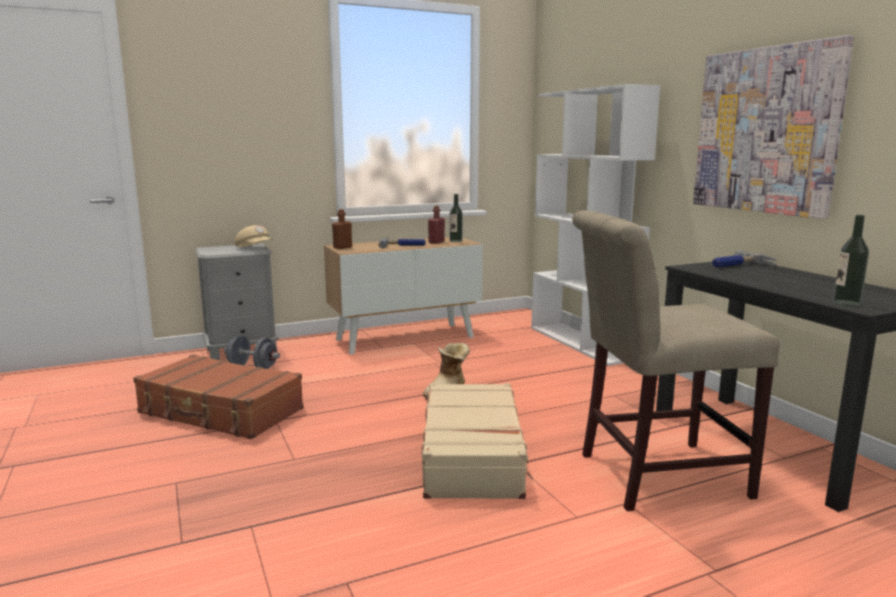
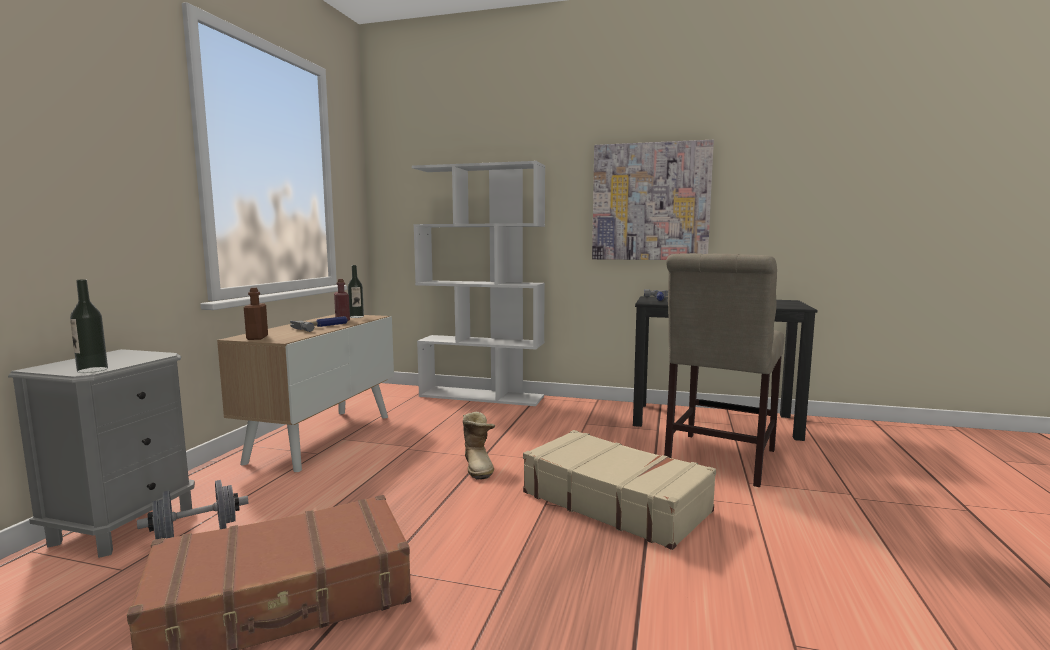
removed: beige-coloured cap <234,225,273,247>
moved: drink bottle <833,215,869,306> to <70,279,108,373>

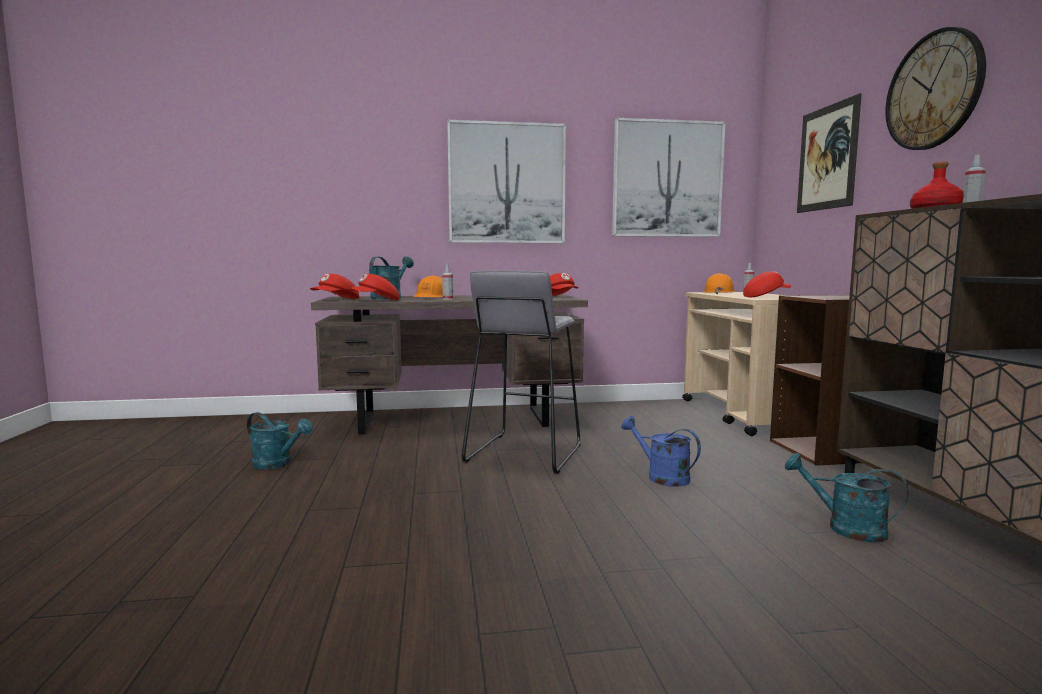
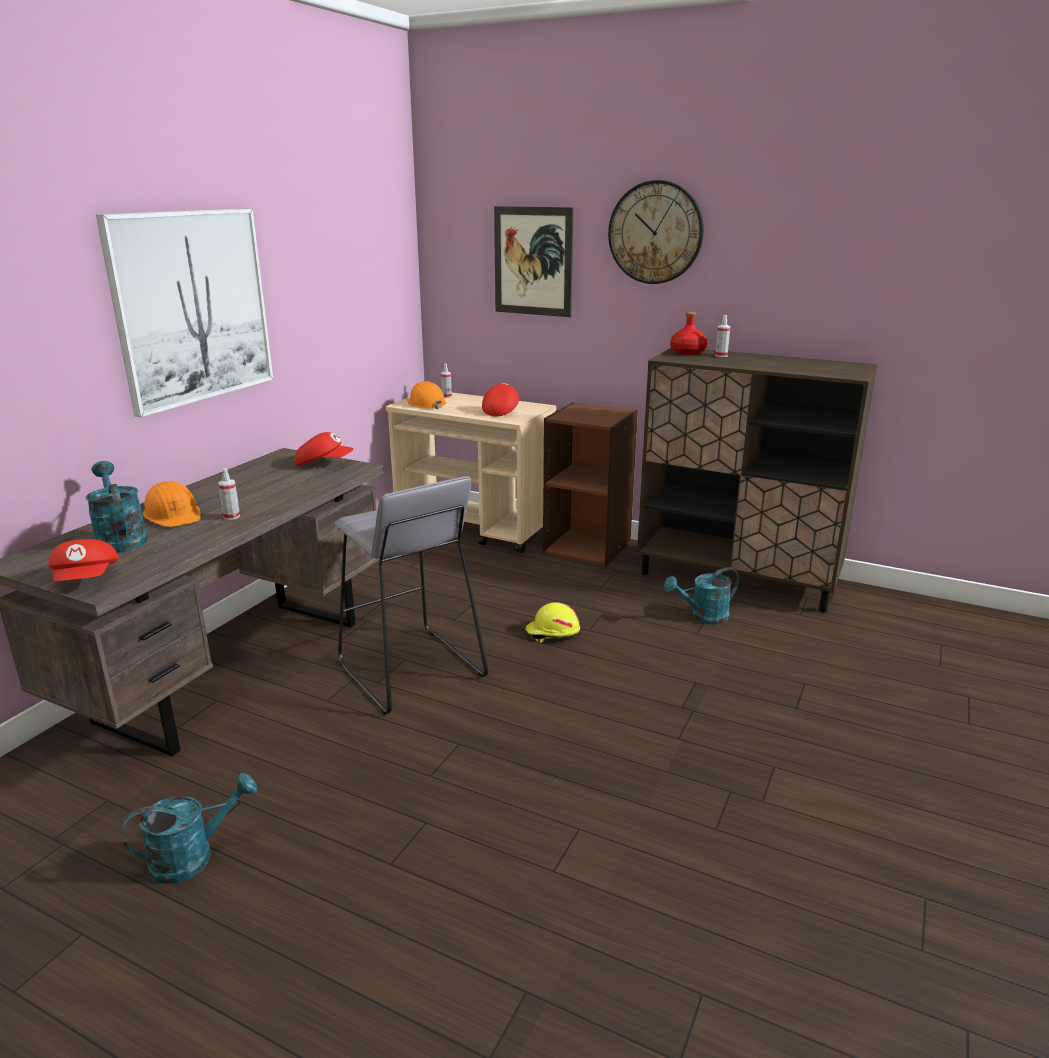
removed: reddish cap <348,274,399,300>; wall art <612,118,726,237>
replaced: bluish sprinkling can <621,416,701,487> to yellow-coloured hard hat <525,602,580,643>

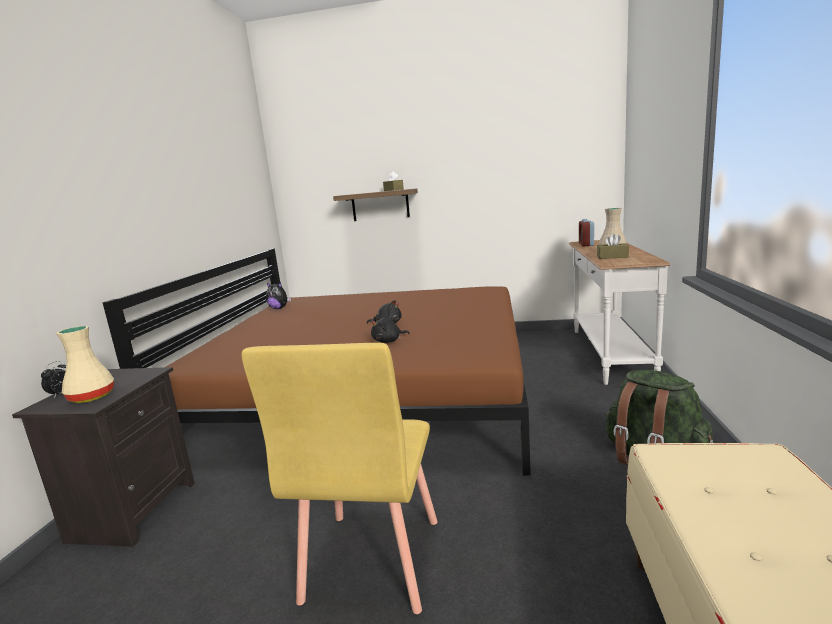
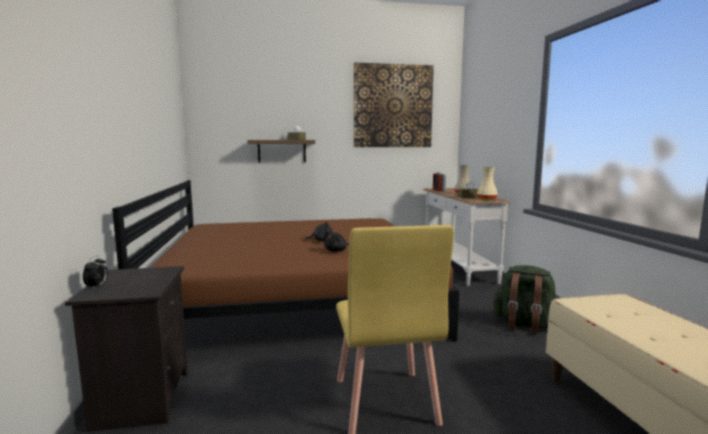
removed: cuddly toy <266,282,291,309>
added: wall art <354,63,434,147>
moved: beige-coloured vase <56,326,114,403> to <477,167,498,200>

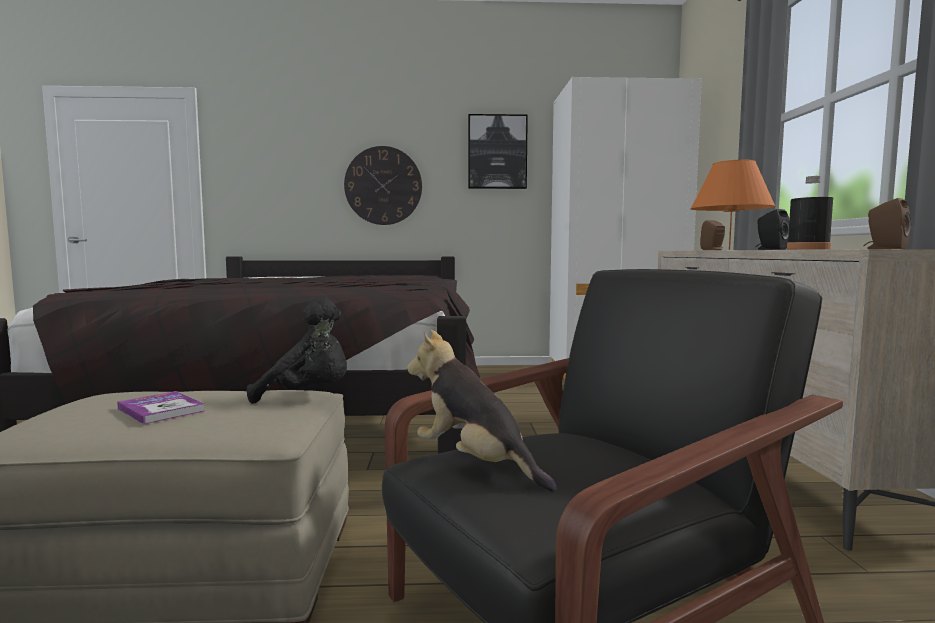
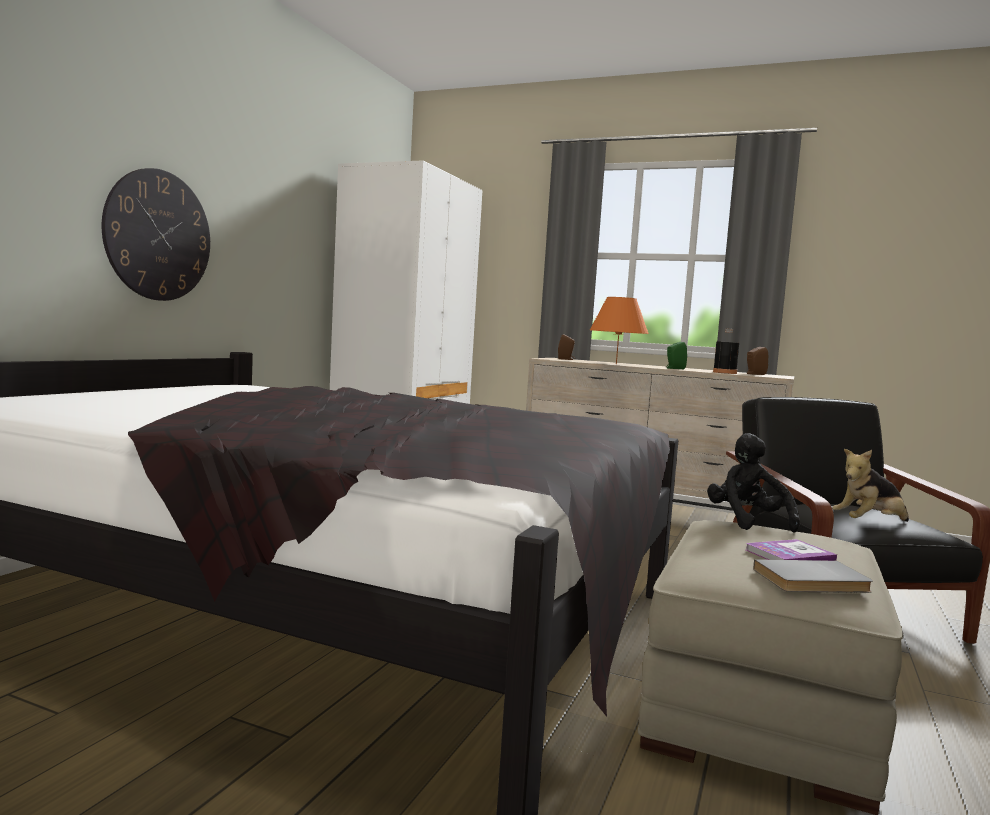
removed: wall art <468,114,528,189>
added: grey volume <753,559,873,593>
recoloured: black-coloured speaker <755,209,789,250> to green speaker <667,342,687,369>
turned: black-coloured cuddly toy <247,297,347,404> = <707,433,800,533> 45 degrees counterclockwise

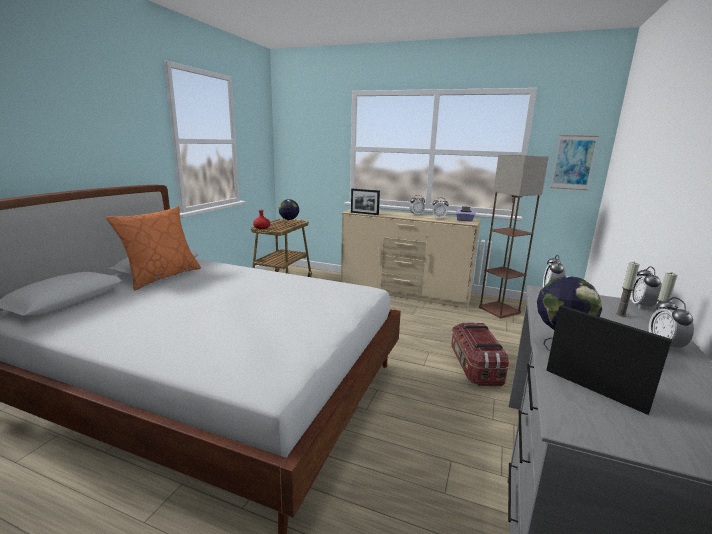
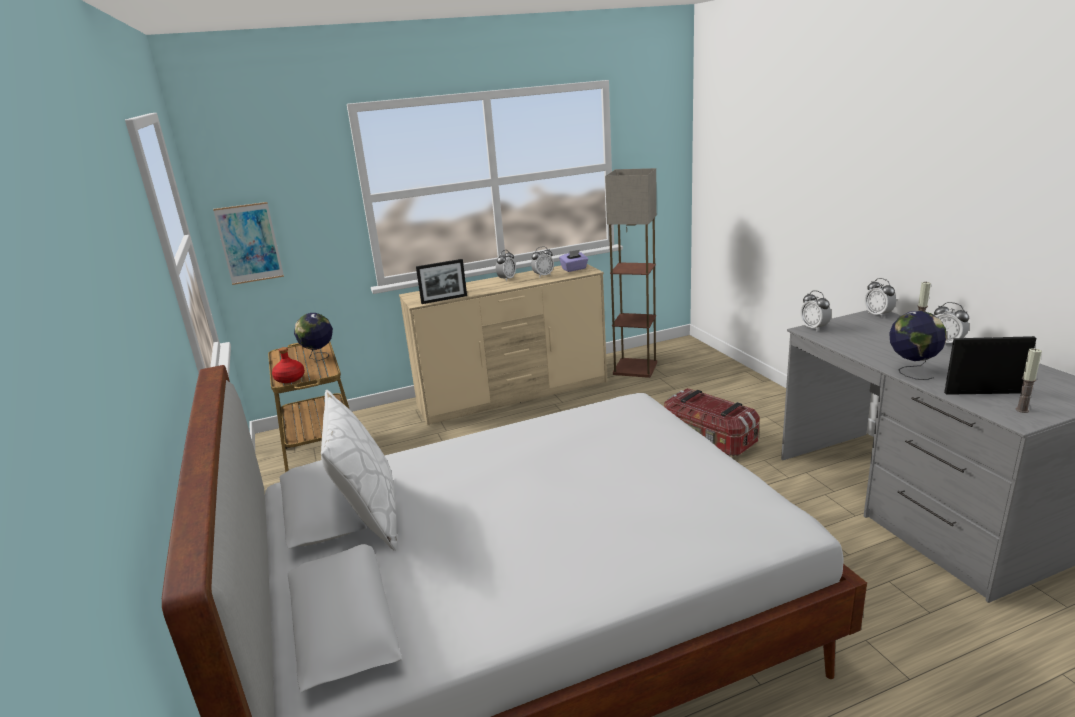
moved: wall art <550,135,599,190> to <213,202,284,285>; wax light <616,262,640,317> to <1015,348,1042,413>
recoloured: orange throw pillow <106,206,201,290> to white-coloured throw pillow <321,390,397,551>

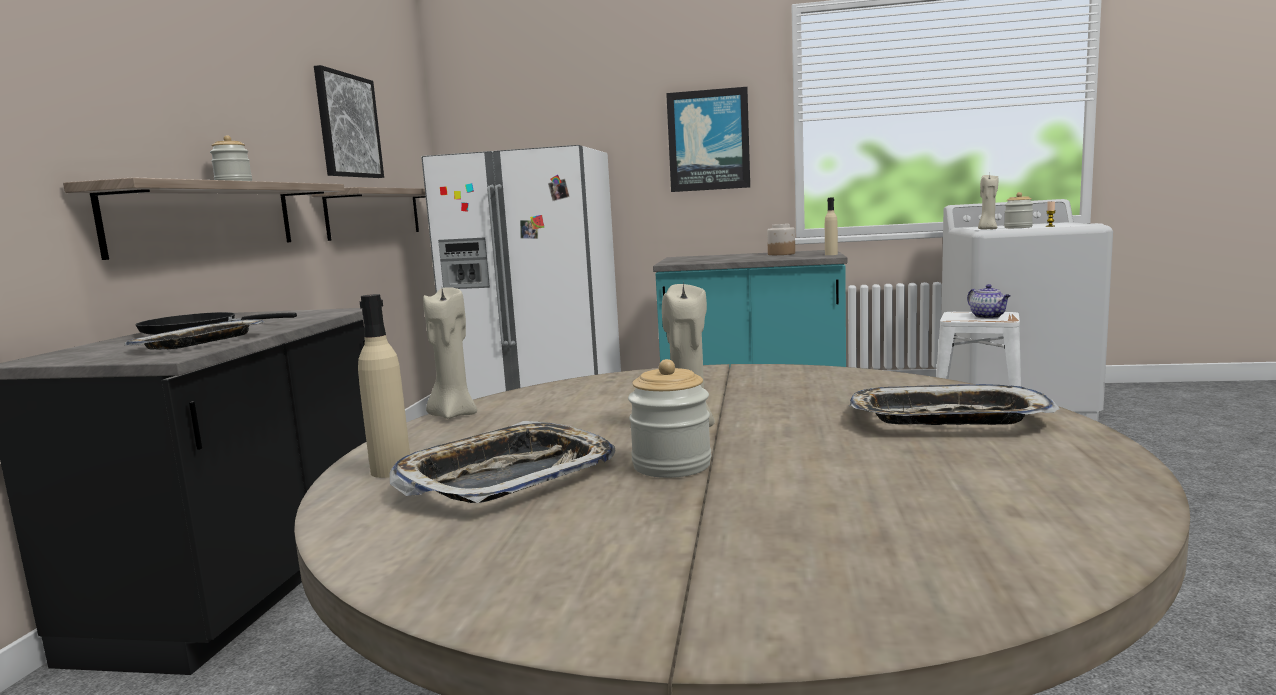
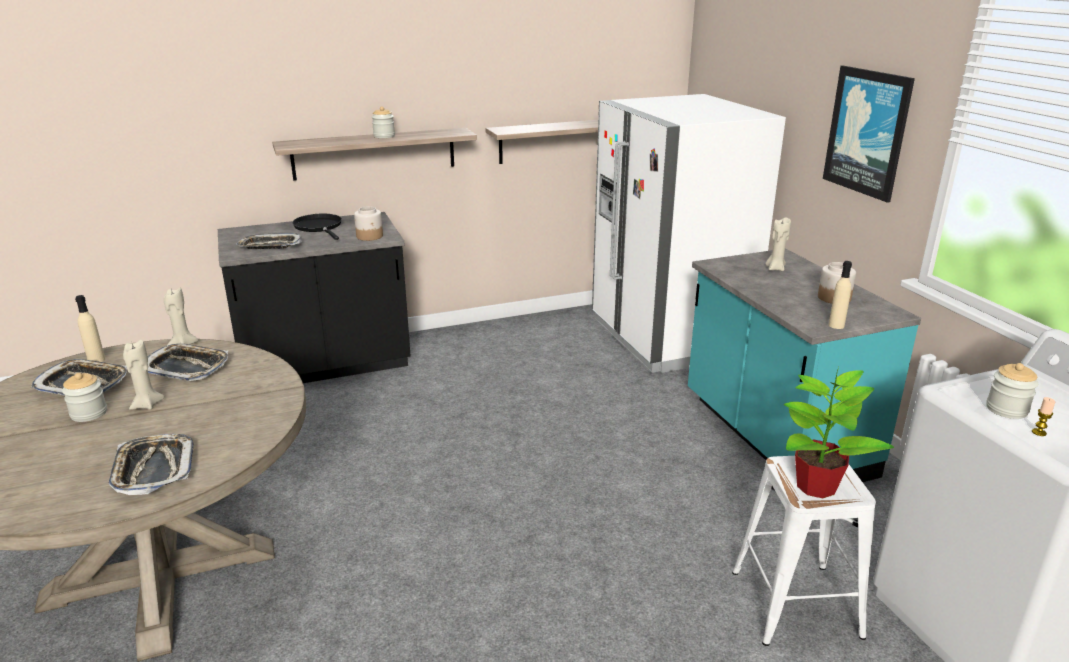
removed: wall art <314,65,384,178>
added: serving tray <148,344,228,381>; storage jar <354,206,383,241>
moved: beige-coloured wax light <978,174,998,230> to <766,217,791,271>
replaced: pot for tea <967,284,1011,319> to plant in a pot <784,367,894,499>

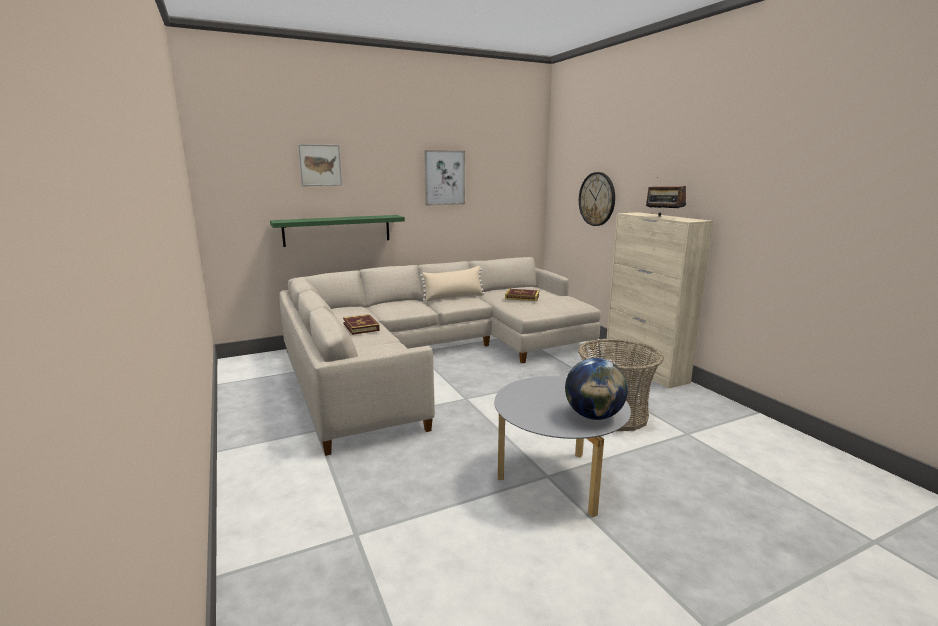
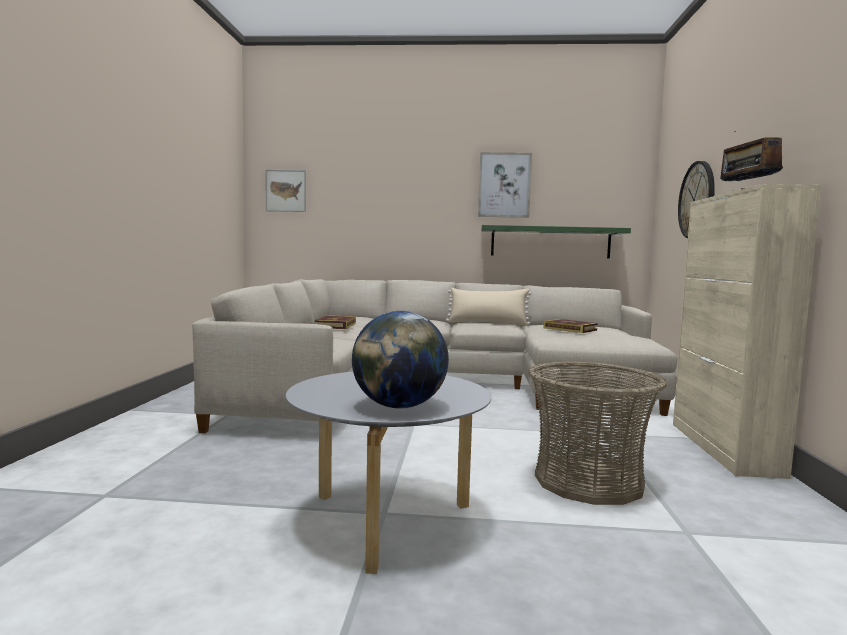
moved: green wall shelf <270,215,405,247> to <481,225,631,259>; wall art <298,144,342,186> to <265,170,306,212>

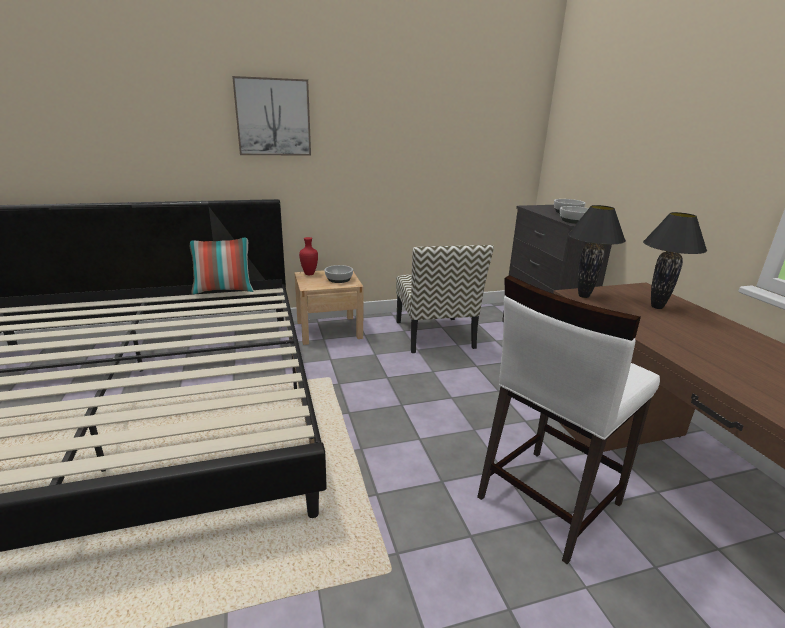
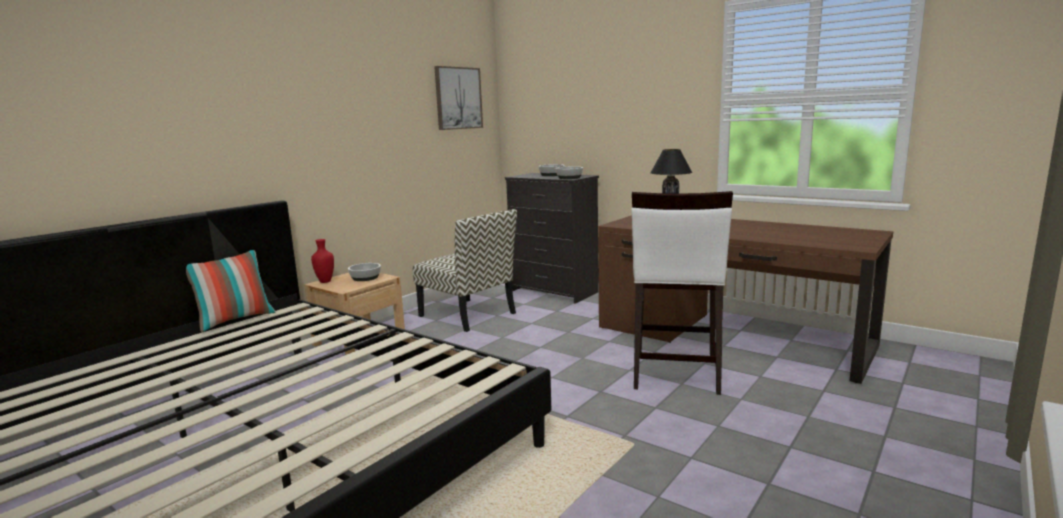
removed: black-coloured table lamp <568,205,626,298>
moved: wall art <232,76,311,155> to <434,66,483,130>

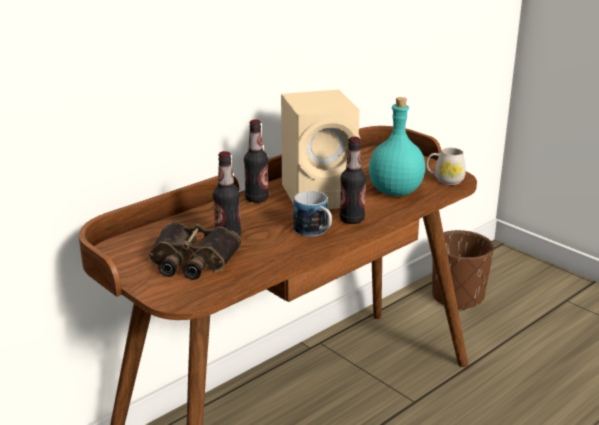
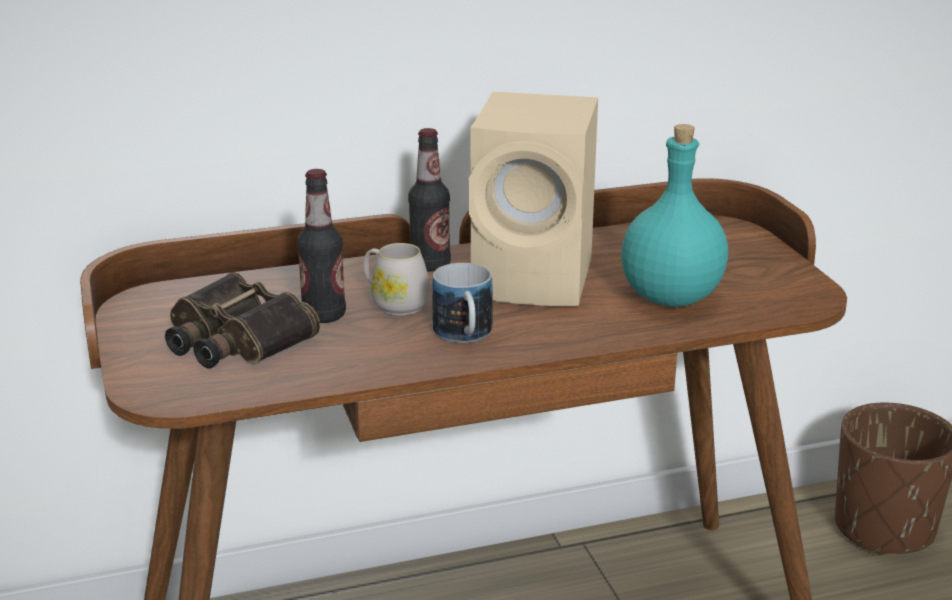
removed: drink bottle <340,137,366,224>
moved: white-coloured mug <427,148,466,185> to <364,243,430,316>

